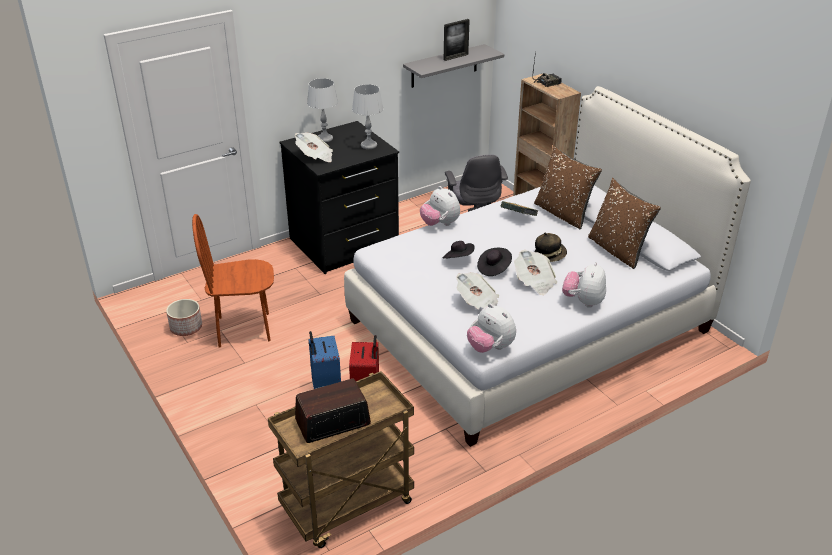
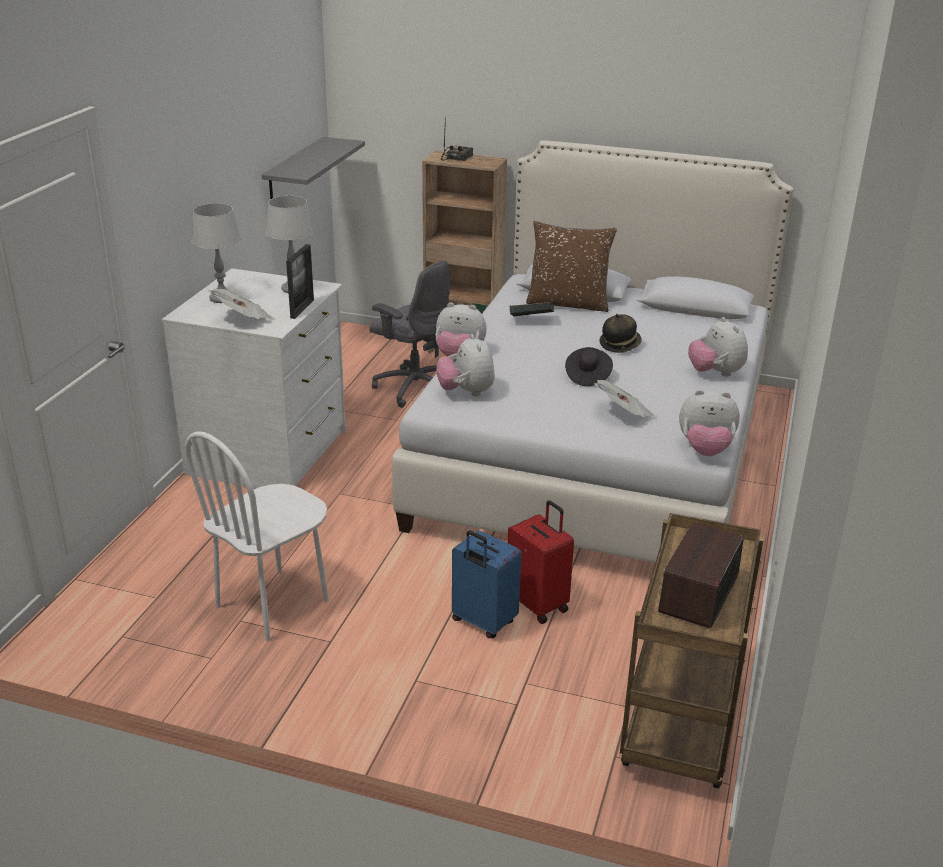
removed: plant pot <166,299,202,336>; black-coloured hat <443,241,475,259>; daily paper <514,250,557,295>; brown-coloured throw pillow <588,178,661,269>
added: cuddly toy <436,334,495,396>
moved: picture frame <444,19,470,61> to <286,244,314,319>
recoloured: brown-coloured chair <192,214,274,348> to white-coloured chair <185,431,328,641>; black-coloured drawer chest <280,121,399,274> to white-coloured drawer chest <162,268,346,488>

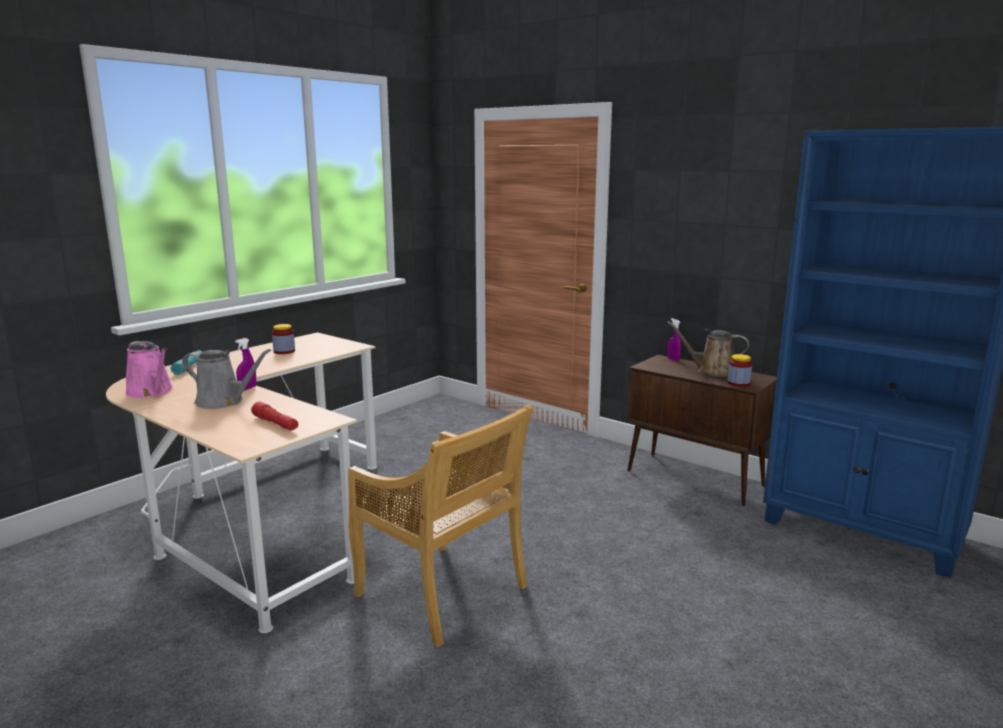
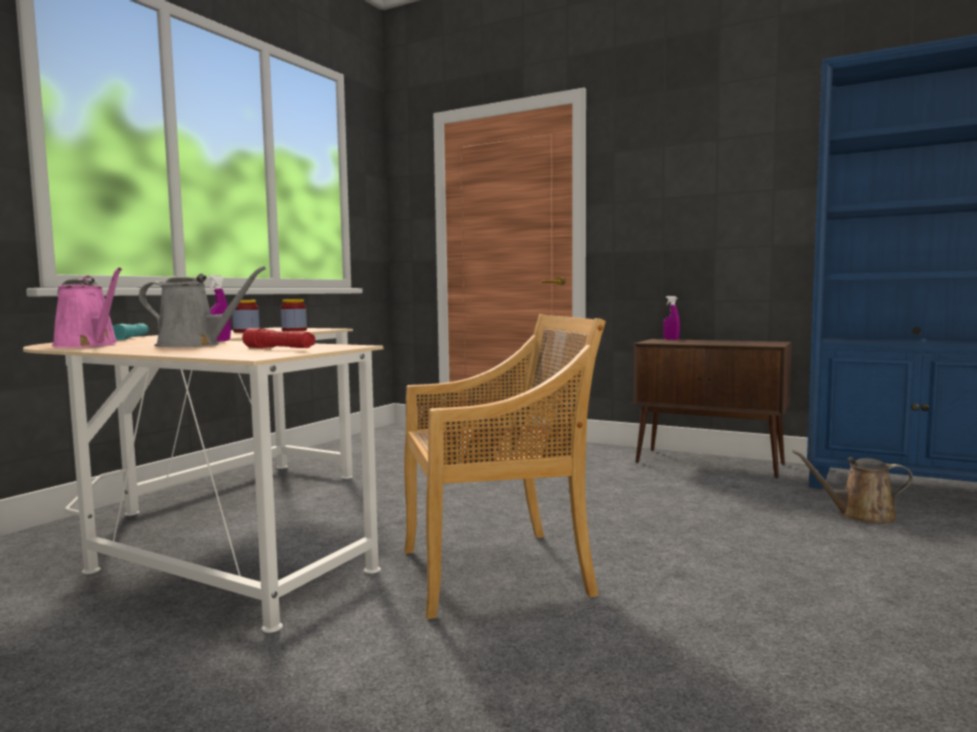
moved: brown-coloured sprinkling can <667,321,749,377> to <792,450,913,524>; storage jar <727,354,752,387> to <281,299,307,331>
turned: beige-coloured chair <348,405,533,647> = <404,314,606,619> 45 degrees counterclockwise

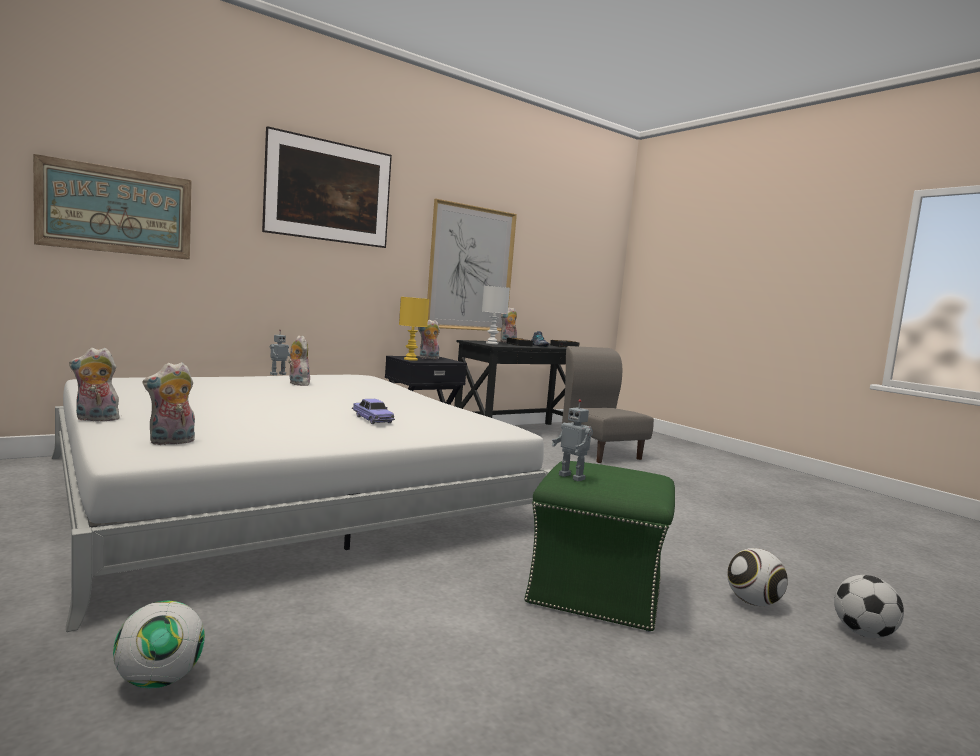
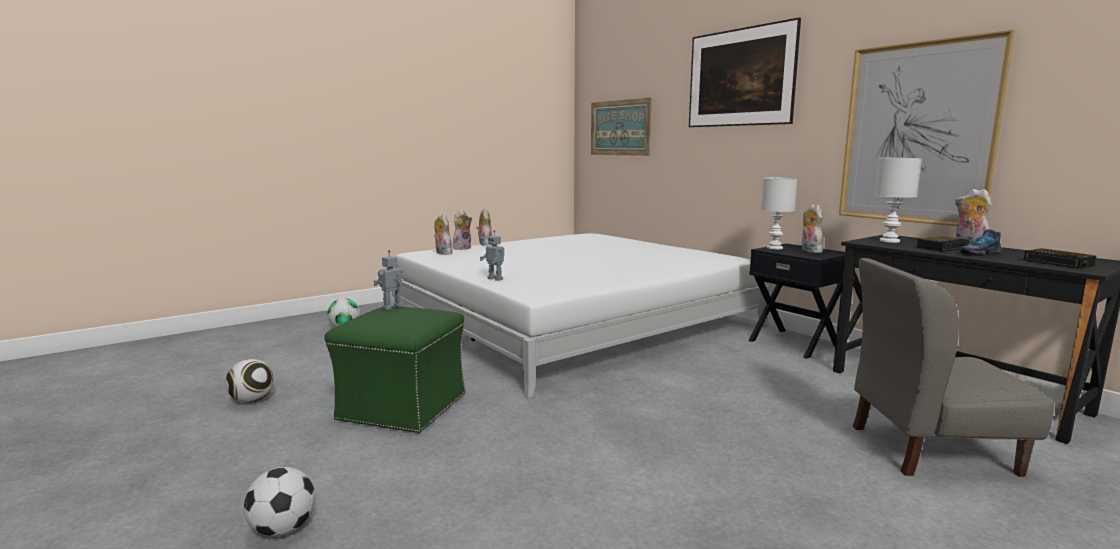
removed: model car <352,399,395,424>
moved: model robot <270,330,291,375> to <480,230,504,281>; cuddly toy <288,335,310,386> to <453,211,472,250>; football <727,548,788,606> to <225,359,274,403>
recoloured: yellow-coloured table lamp <399,297,429,361> to white-coloured table lamp <761,178,798,250>
turned: grey chair <562,346,654,463> = <852,258,1054,477> 150 degrees counterclockwise

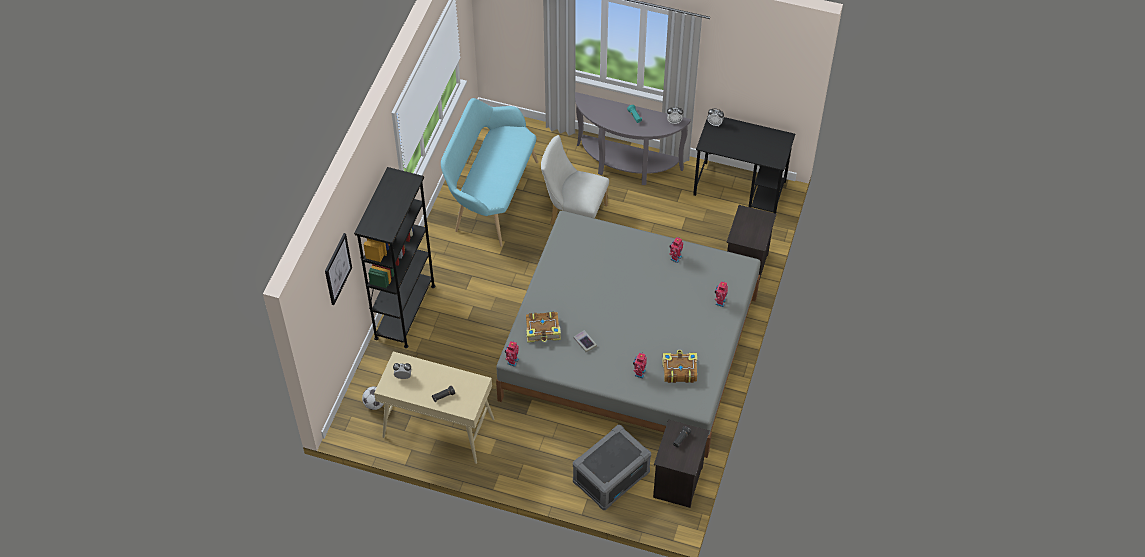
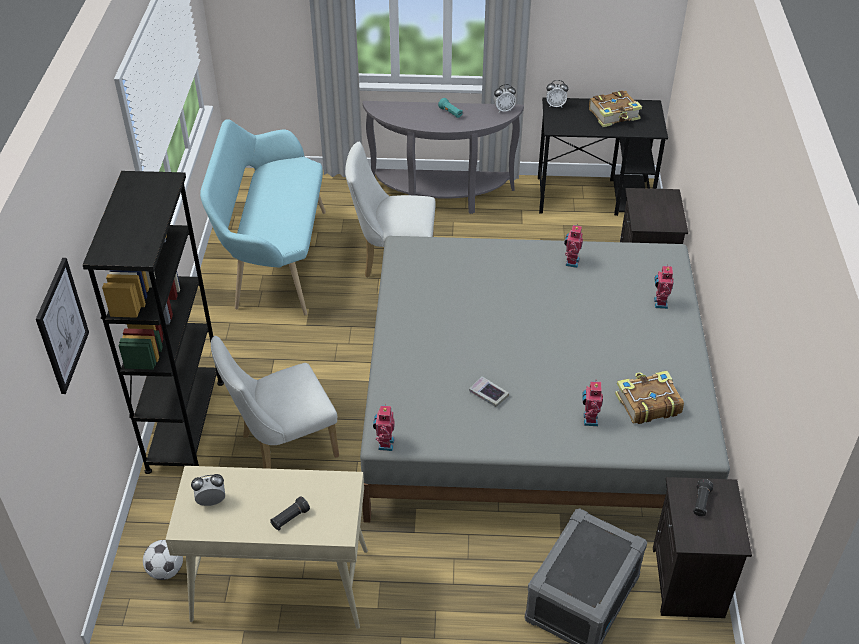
added: white-coloured chair <211,336,339,469>
moved: volume <526,311,561,343> to <589,90,642,127>

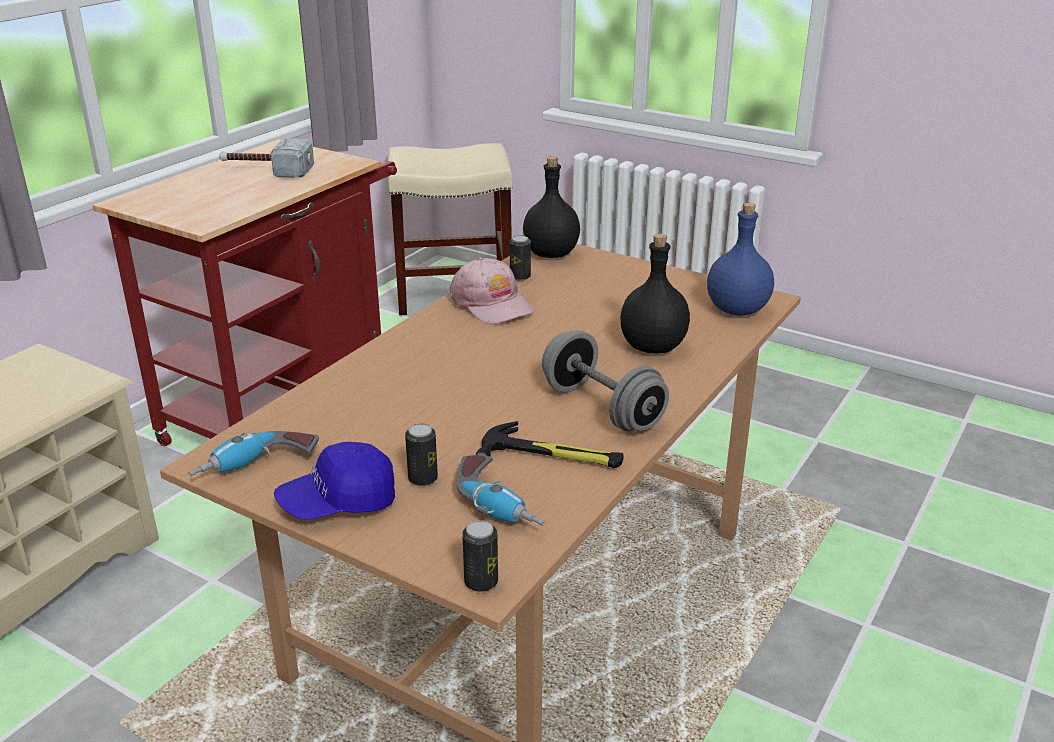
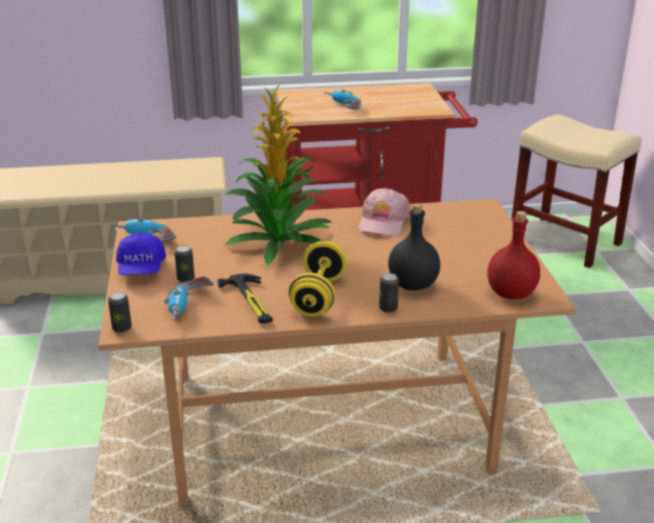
removed: hand hammer <219,139,314,178>; black-coloured drink bottle <523,156,580,258>
added: plant in a pot <225,84,332,265>; drill <324,90,361,109>
moved: metal can <510,235,531,281> to <379,273,399,313>
recoloured: grey dumbbell <542,330,669,431> to yellow-coloured dumbbell <288,241,347,316>; bluish drink bottle <707,203,774,316> to reddish drink bottle <487,211,540,299>
turned: bluish cap <274,442,395,520> = <116,233,166,275> 120 degrees counterclockwise

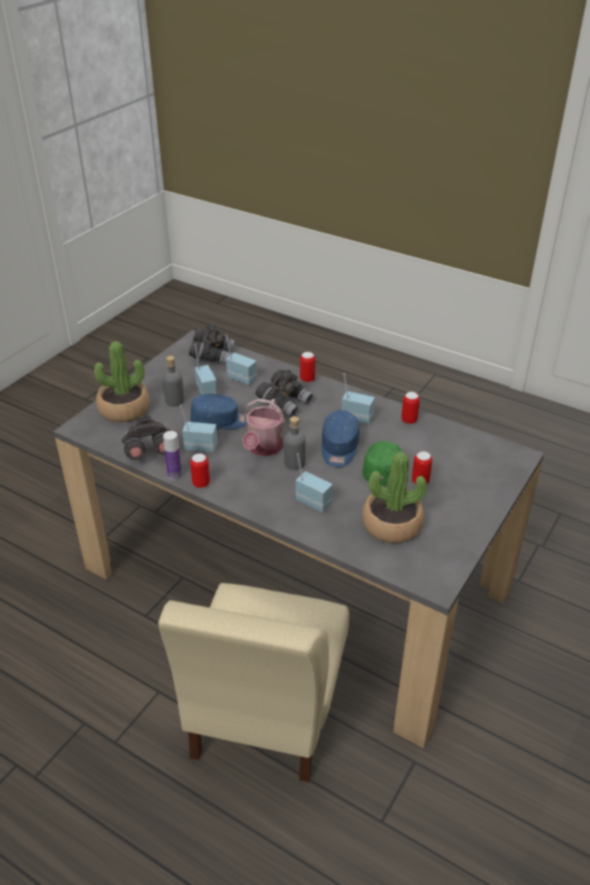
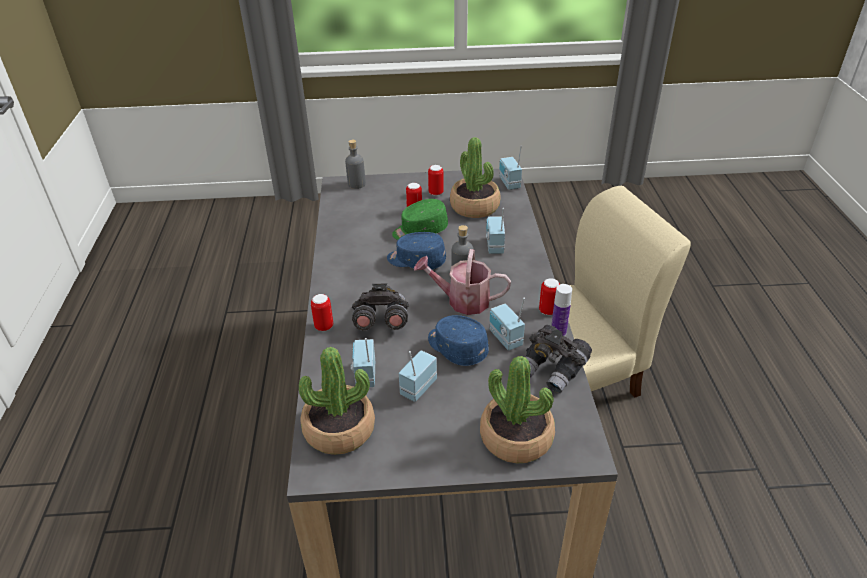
moved: grey drink bottle <163,356,184,407> to <345,140,366,189>; radio <342,373,375,424> to <499,146,522,190>; metal can <401,392,420,424> to <428,165,444,196>
replaced: grey binoculars <189,325,234,365> to plant in a pot <299,347,375,455>
turned: sprinkling can <242,398,285,456> = <414,249,511,315> 150 degrees counterclockwise; bluish cap <322,410,360,467> = <387,232,446,270> 135 degrees counterclockwise

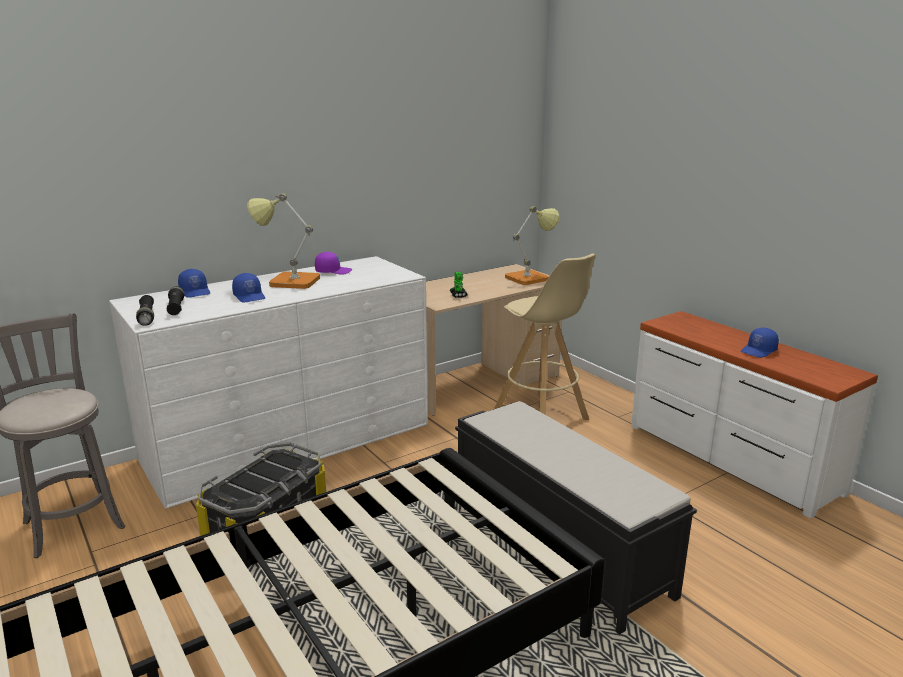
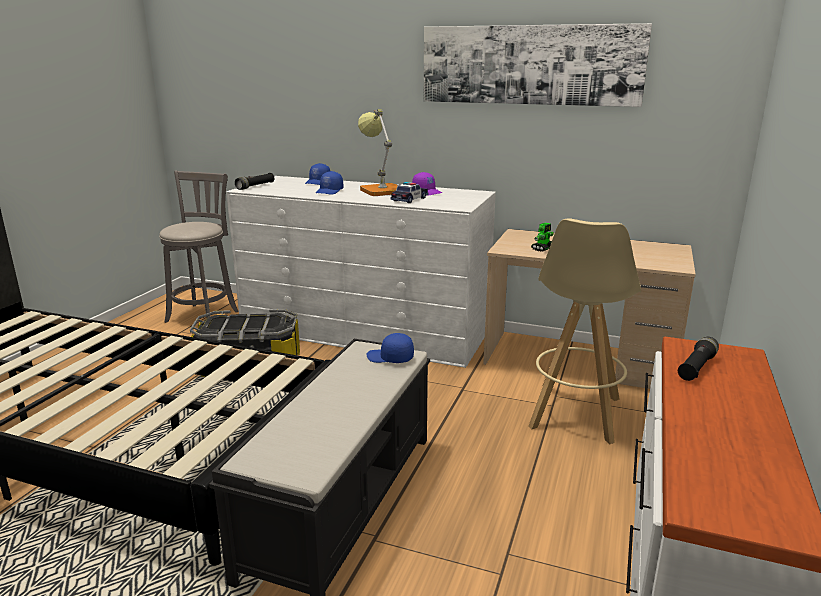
removed: table lamp <505,206,560,285>
added: model car <391,182,429,203>; wall art <424,23,652,107>
moved: black-coloured hand torch <167,286,184,315> to <678,337,719,381>; bluish cap <741,328,779,358> to <366,333,414,363>

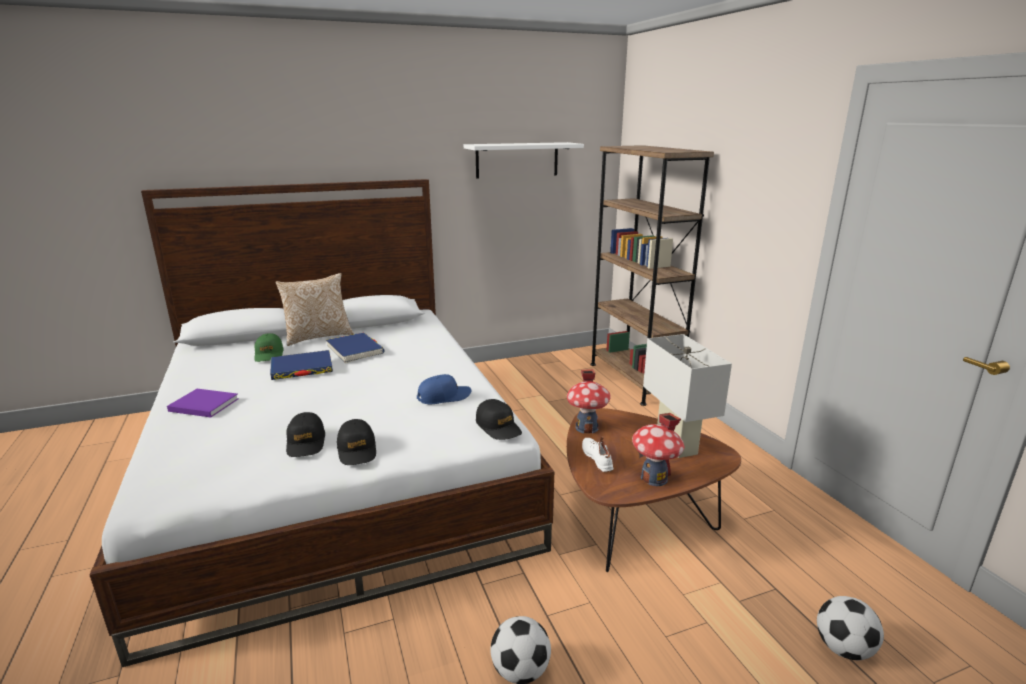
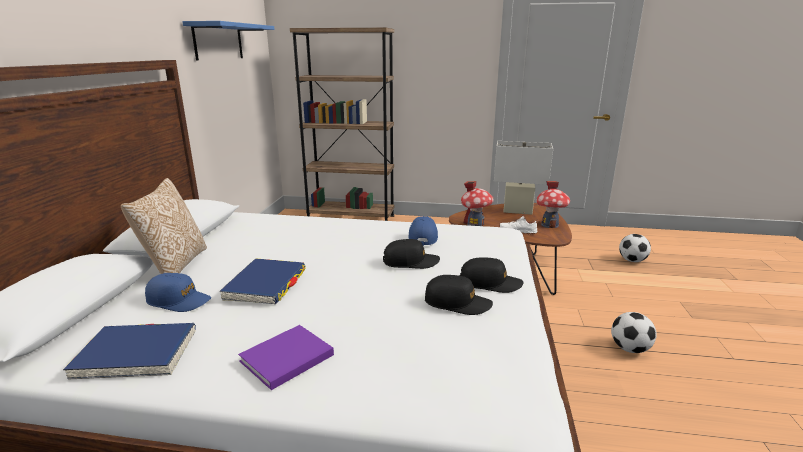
moved: bluish volume <326,332,385,363> to <63,323,196,379>; black-coloured cap <476,399,522,440> to <383,239,440,269>
recoloured: green cap <254,333,284,362> to bluish cap <145,273,211,312>; white-coloured wall shelf <464,142,584,178> to bluish wall shelf <182,21,275,60>

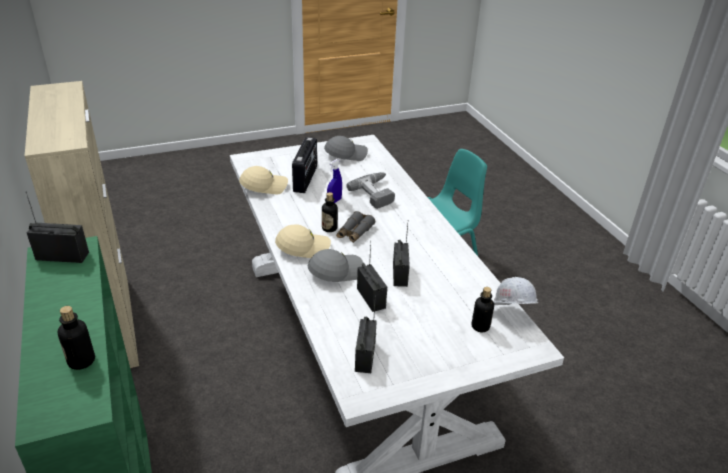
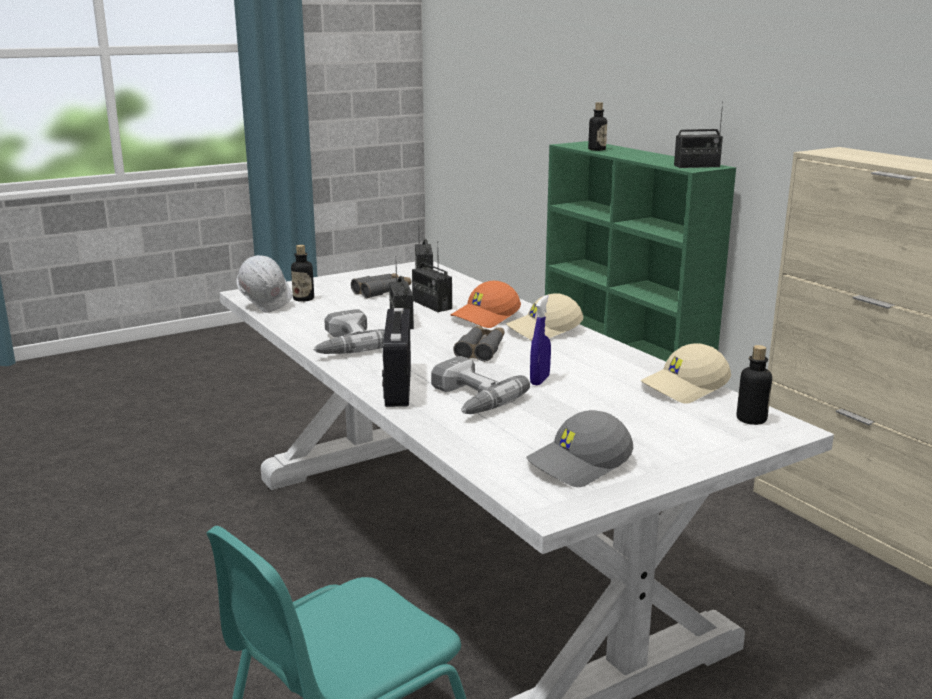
added: drill <313,309,385,354>; grey binoculars <351,273,411,298>
moved: radio <292,137,317,193> to <382,308,411,407>; drink bottle <322,192,338,232> to <737,345,772,425>
recoloured: grey cap <308,249,363,282> to orange cap <450,281,521,328>

